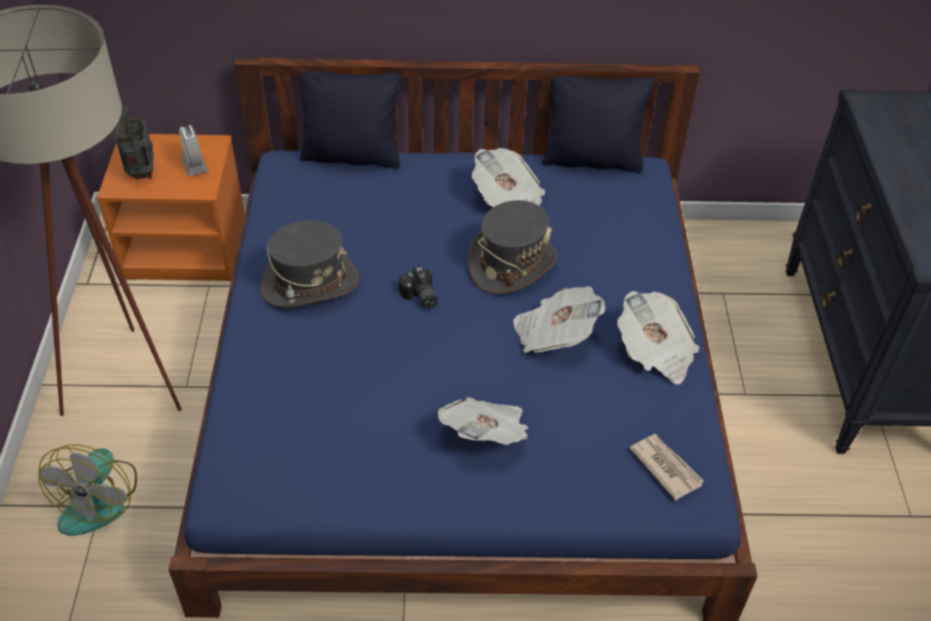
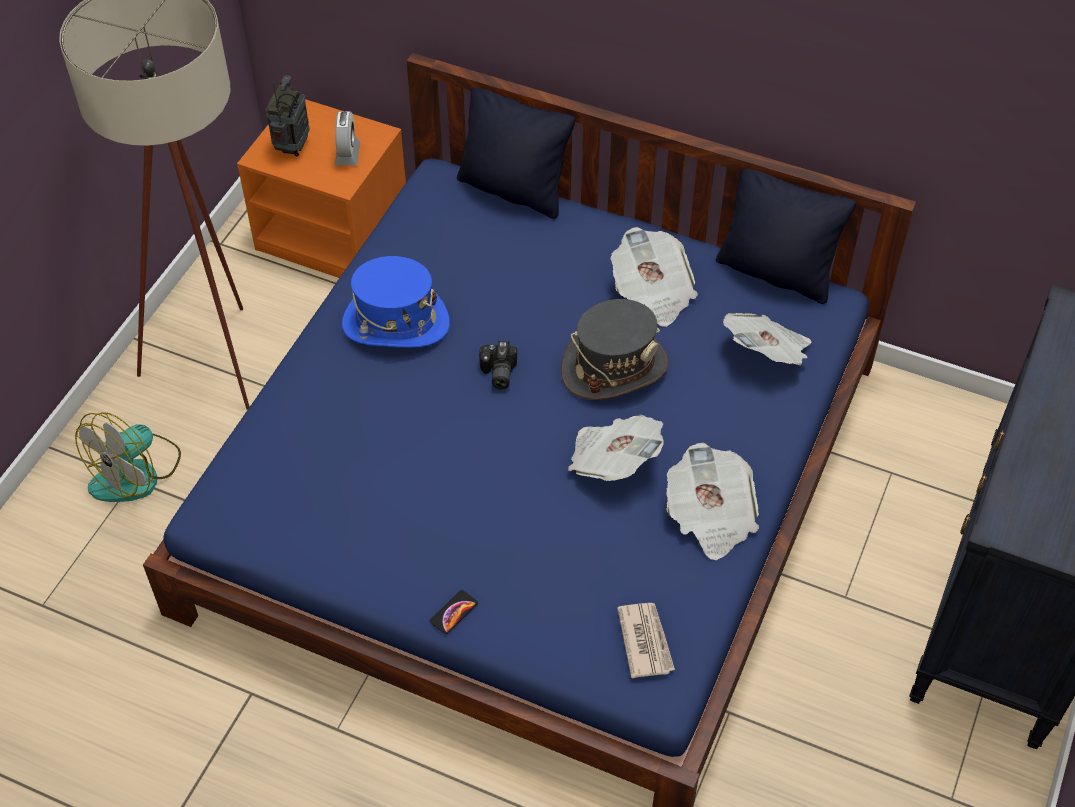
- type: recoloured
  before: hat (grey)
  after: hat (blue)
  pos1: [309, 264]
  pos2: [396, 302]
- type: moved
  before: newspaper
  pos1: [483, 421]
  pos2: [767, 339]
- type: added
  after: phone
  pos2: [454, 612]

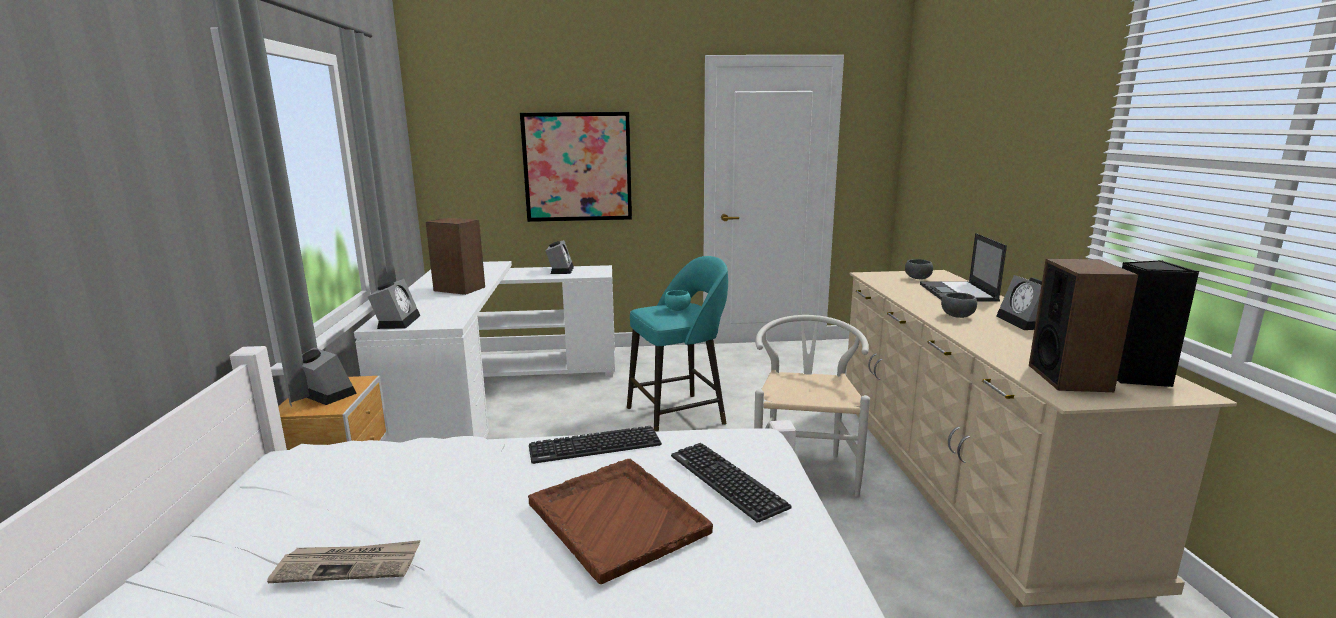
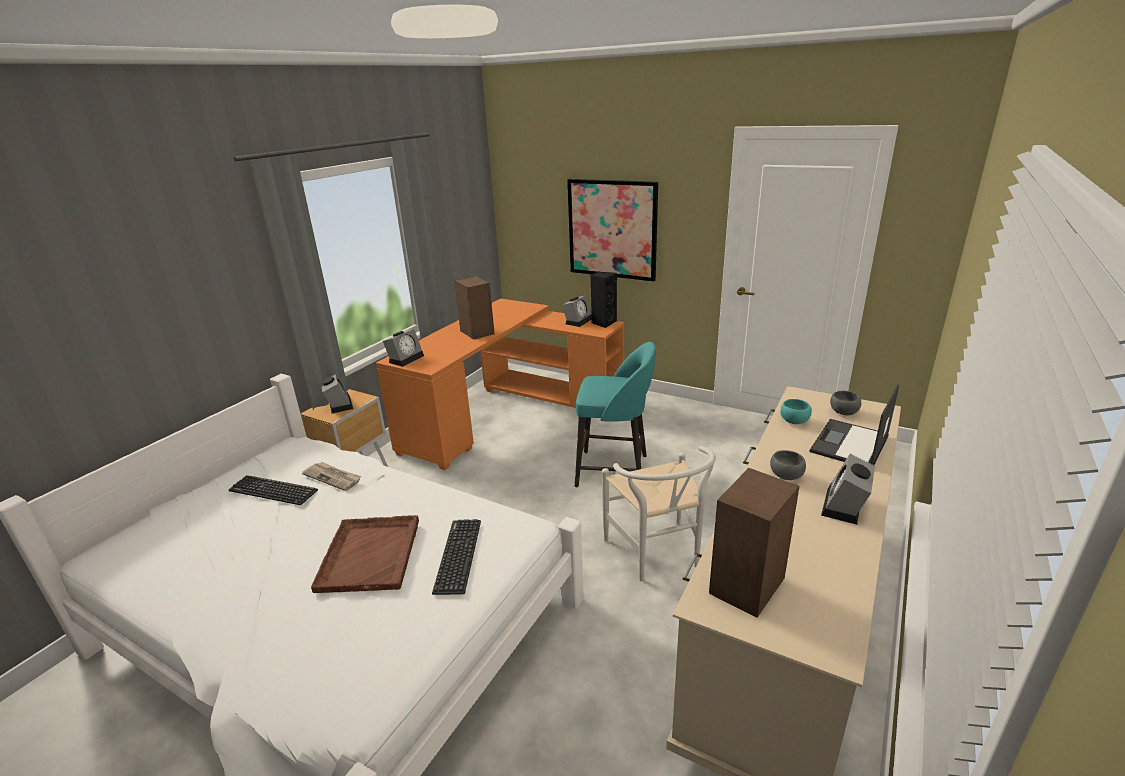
- type: moved
  before: newspaper
  pos1: [343, 561]
  pos2: [331, 476]
- type: recoloured
  before: desk (white)
  after: desk (orange)
  pos1: [484, 352]
  pos2: [500, 384]
- type: moved
  before: keyboard
  pos1: [595, 445]
  pos2: [273, 490]
- type: moved
  before: bowl (turquoise)
  pos1: [677, 300]
  pos2: [796, 411]
- type: turned
  before: chair (white)
  pos1: [812, 406]
  pos2: [659, 513]
  turn: 120
- type: moved
  before: speaker (black)
  pos1: [1158, 323]
  pos2: [604, 300]

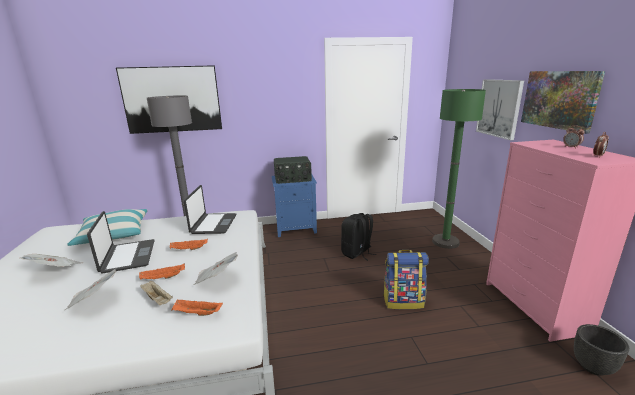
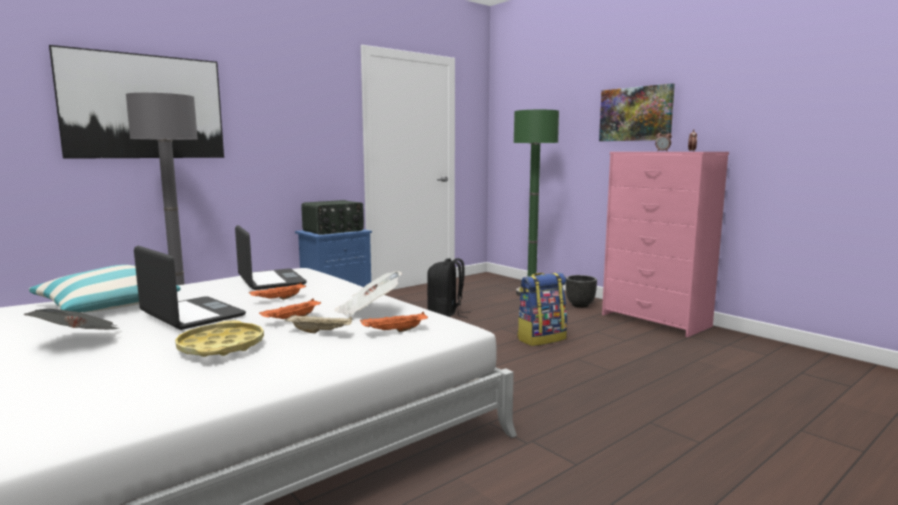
- type: replaced
  before: newspaper
  after: tray (yellow)
  pos1: [90, 289]
  pos2: [219, 338]
- type: removed
  before: picture
  pos1: [500, 109]
- type: moved
  before: planter (black)
  pos1: [601, 350]
  pos2: [581, 291]

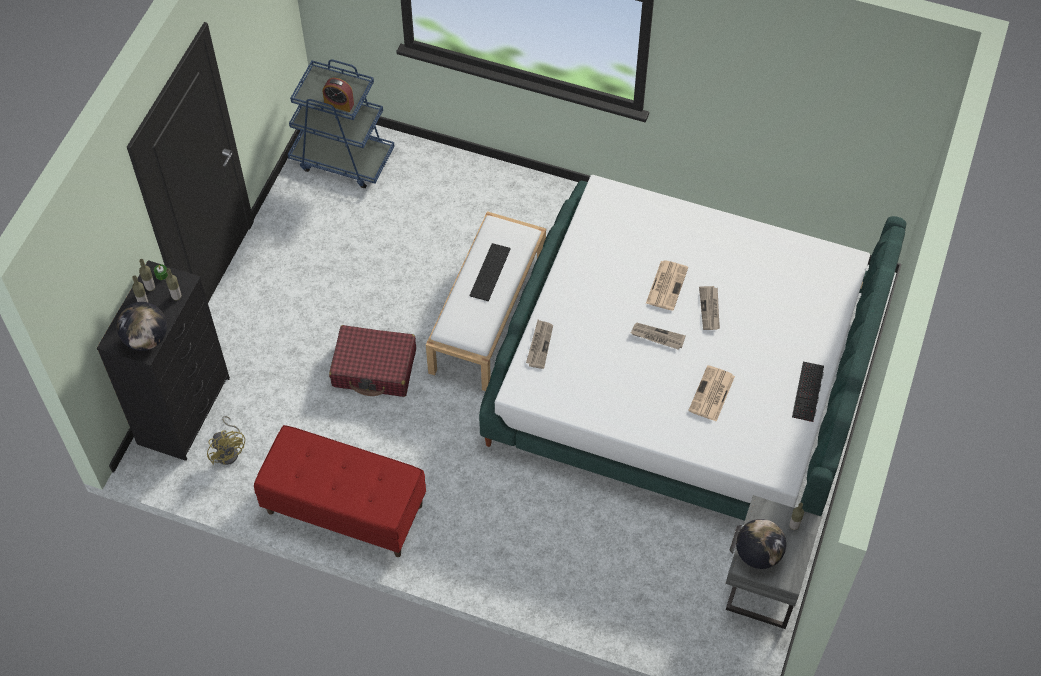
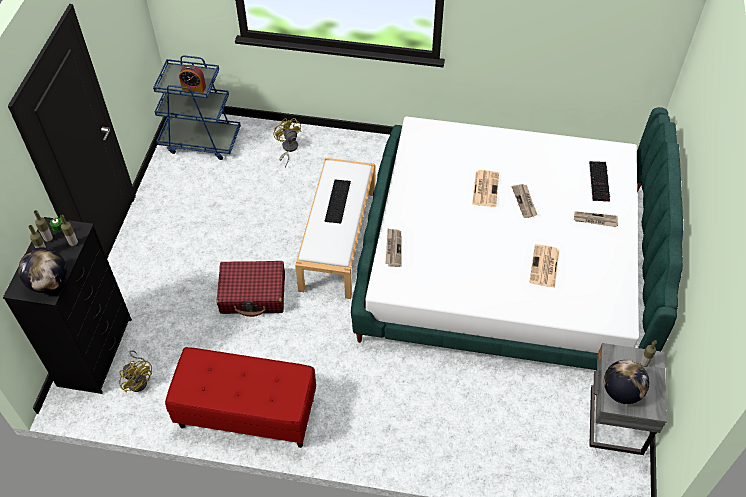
- type: moved
  before: newspaper
  pos1: [658, 336]
  pos2: [596, 219]
- type: moved
  before: keyboard
  pos1: [808, 392]
  pos2: [599, 181]
- type: added
  after: fan (yellow)
  pos2: [287, 143]

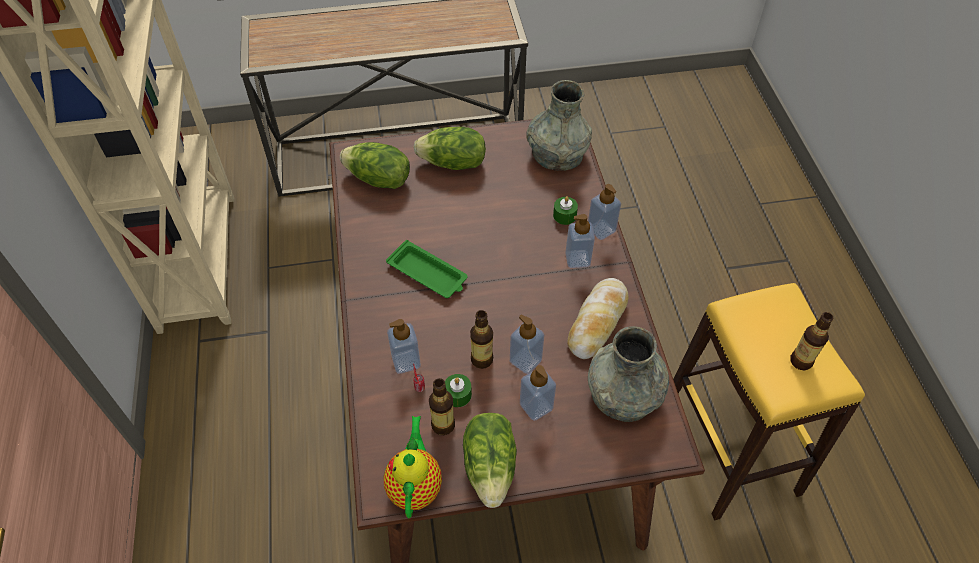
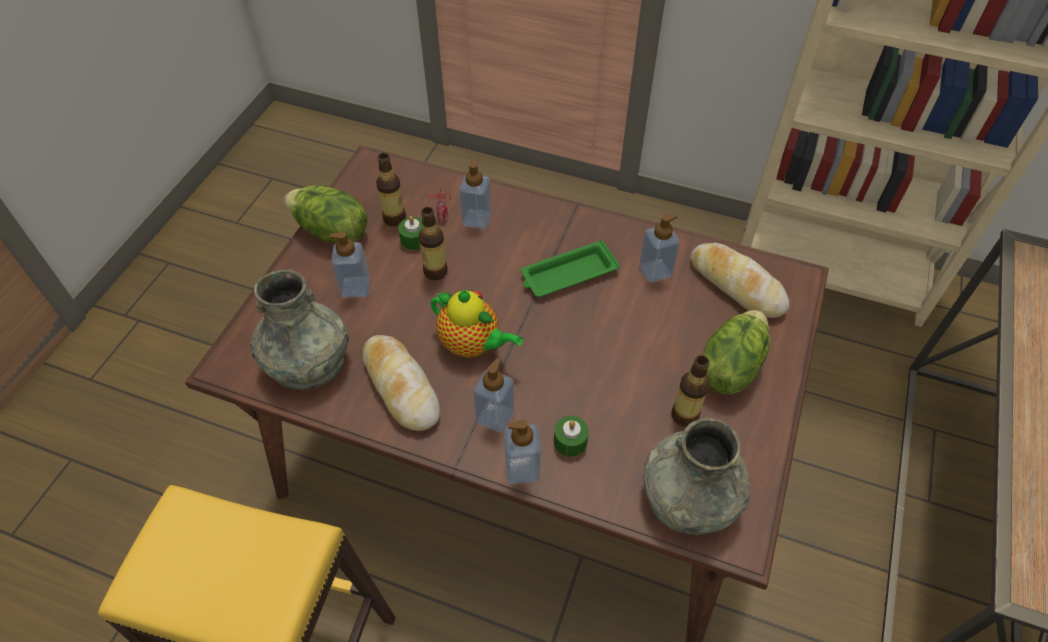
- type: replaced
  before: lettuce
  after: bread
  pos1: [375, 165]
  pos2: [739, 280]
- type: moved
  before: teapot
  pos1: [412, 467]
  pos2: [477, 323]
- type: moved
  before: soap dispenser
  pos1: [527, 344]
  pos2: [659, 248]
- type: moved
  before: bottle
  pos1: [811, 341]
  pos2: [690, 391]

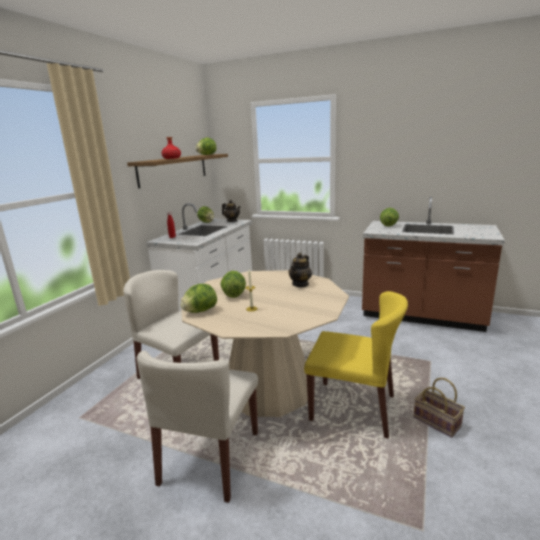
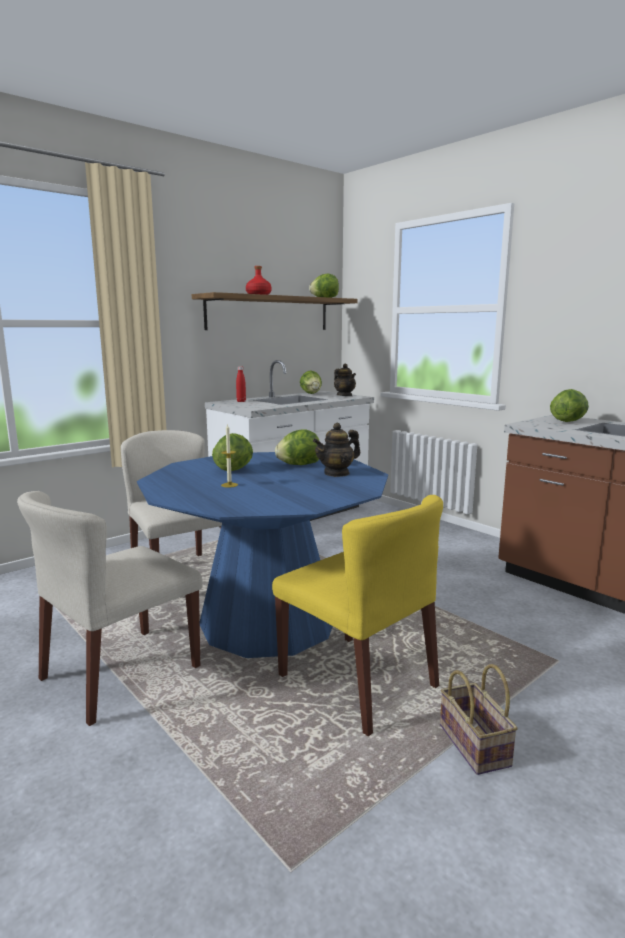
- type: recoloured
  before: dining table (beige)
  after: dining table (blue)
  pos1: [265, 343]
  pos2: [262, 555]
- type: moved
  before: lettuce
  pos1: [199, 298]
  pos2: [297, 447]

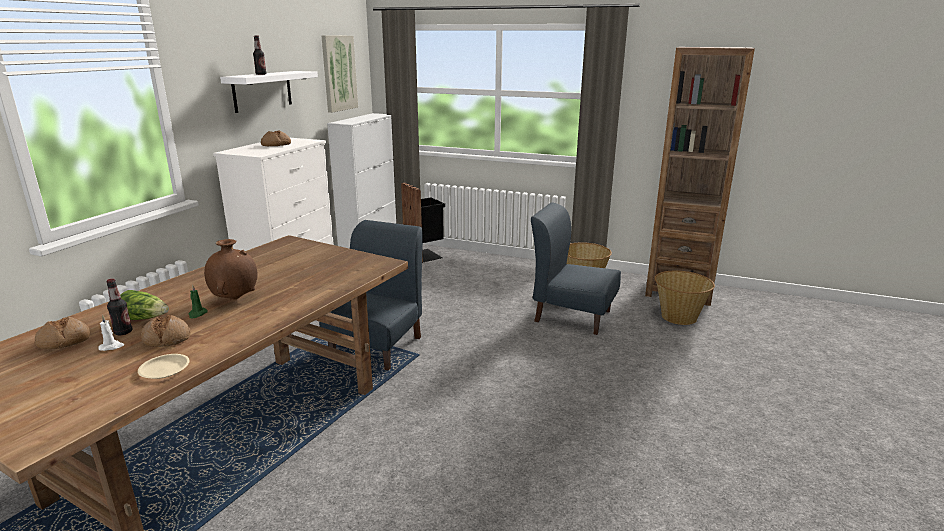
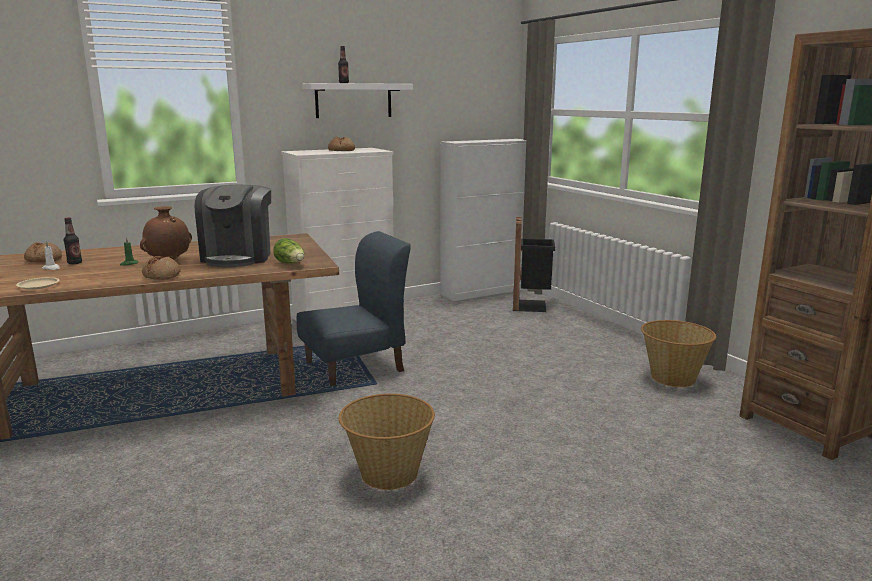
- type: moved
  before: lettuce
  pos1: [144, 305]
  pos2: [288, 250]
- type: moved
  before: bread
  pos1: [165, 331]
  pos2: [161, 268]
- type: removed
  before: picture
  pos1: [340, 74]
- type: removed
  before: chair (blue)
  pos1: [576, 268]
- type: moved
  before: basket
  pos1: [685, 298]
  pos2: [387, 442]
- type: added
  after: coffee machine
  pos2: [233, 226]

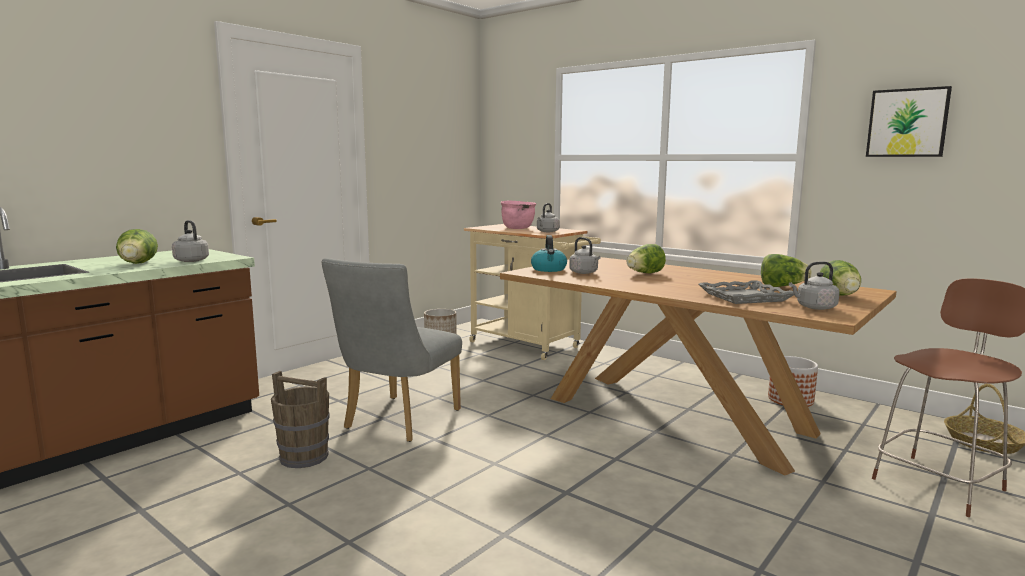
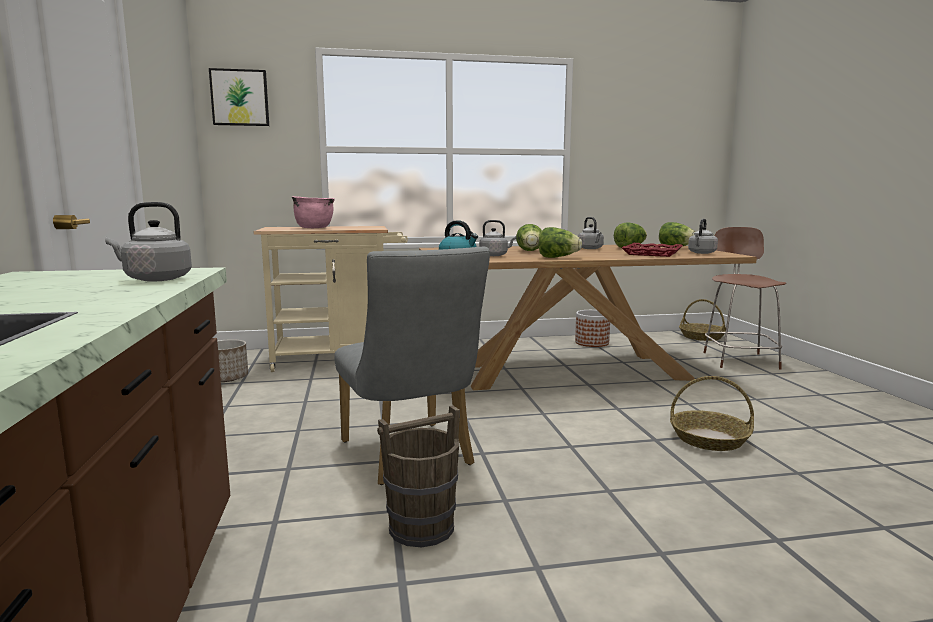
- type: moved
  before: lettuce
  pos1: [137, 246]
  pos2: [560, 242]
- type: moved
  before: kettle (grey)
  pos1: [548, 217]
  pos2: [591, 233]
- type: recoloured
  before: tray (grey)
  after: tray (red)
  pos1: [746, 292]
  pos2: [652, 250]
- type: moved
  before: picture
  pos1: [909, 121]
  pos2: [239, 97]
- type: added
  after: basket
  pos2: [712, 413]

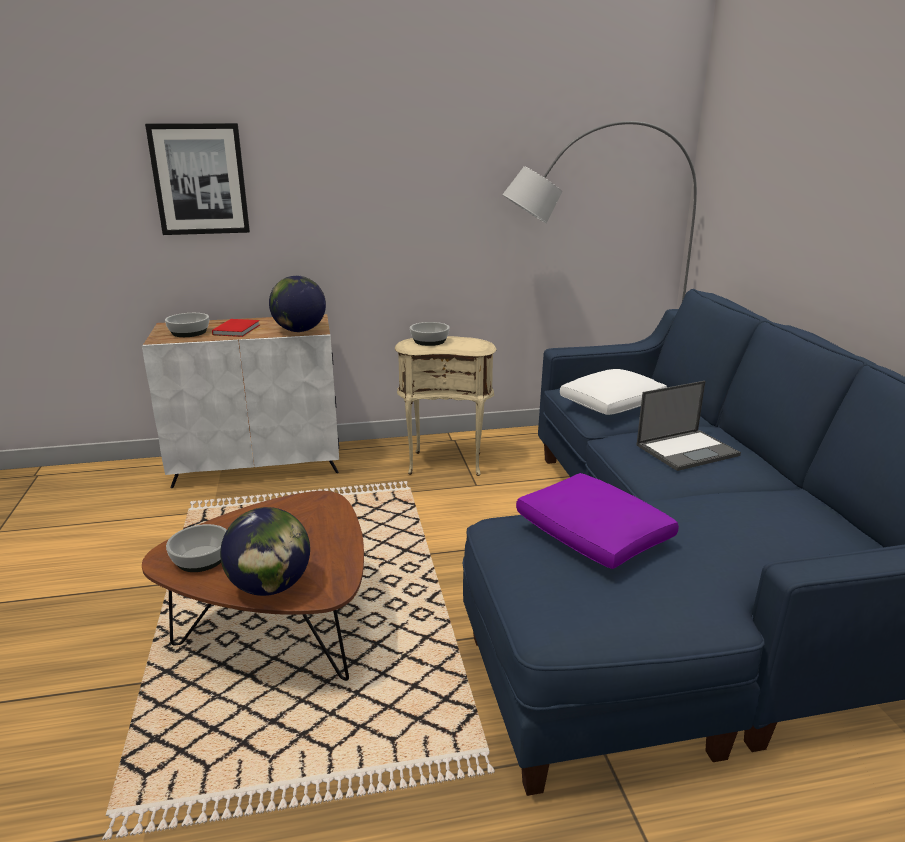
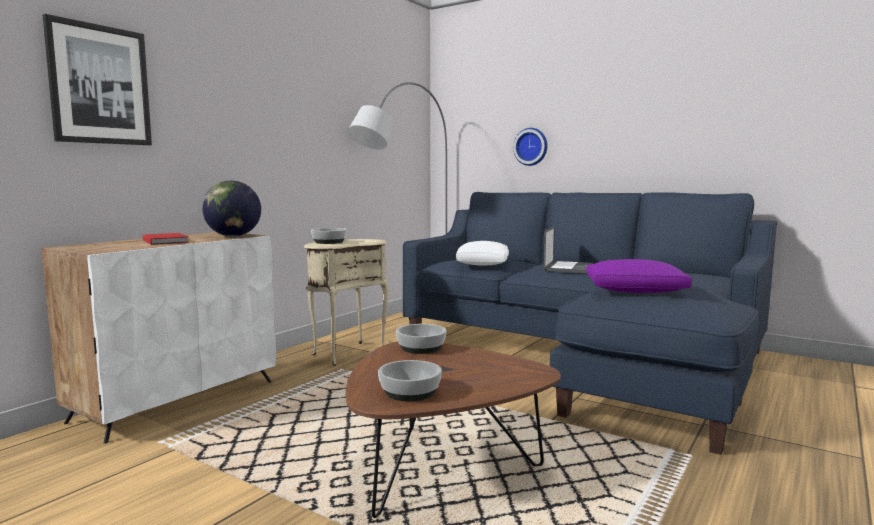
- type: moved
  before: bowl
  pos1: [187, 325]
  pos2: [421, 339]
- type: removed
  before: globe
  pos1: [265, 551]
- type: added
  after: wall clock
  pos2: [530, 147]

